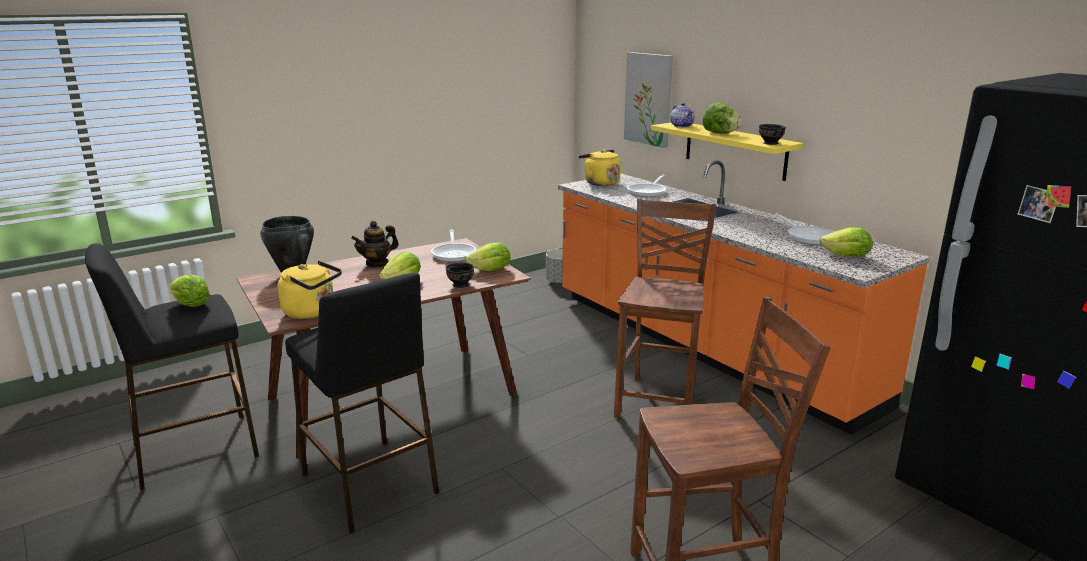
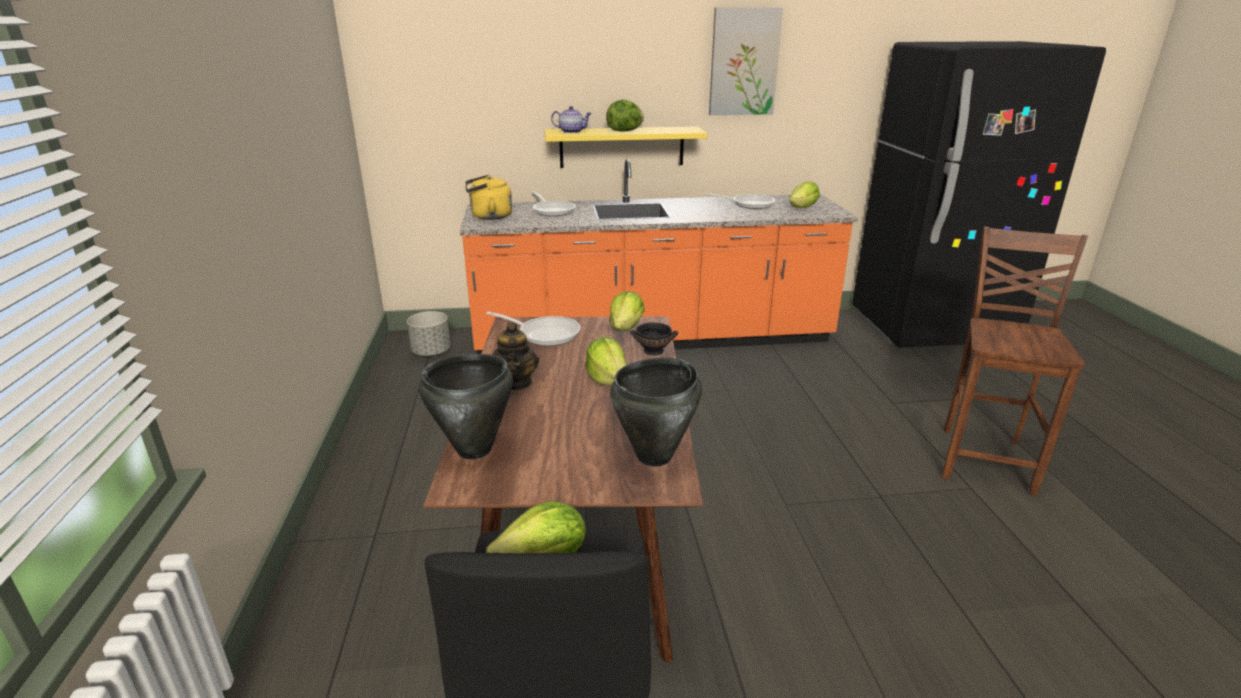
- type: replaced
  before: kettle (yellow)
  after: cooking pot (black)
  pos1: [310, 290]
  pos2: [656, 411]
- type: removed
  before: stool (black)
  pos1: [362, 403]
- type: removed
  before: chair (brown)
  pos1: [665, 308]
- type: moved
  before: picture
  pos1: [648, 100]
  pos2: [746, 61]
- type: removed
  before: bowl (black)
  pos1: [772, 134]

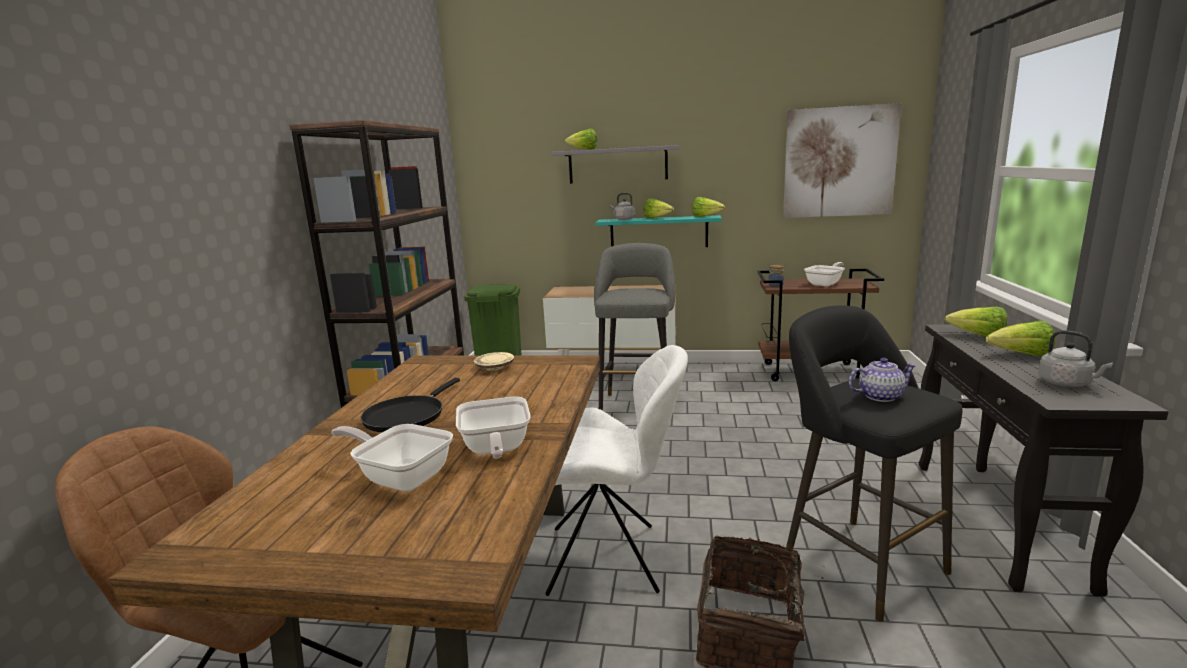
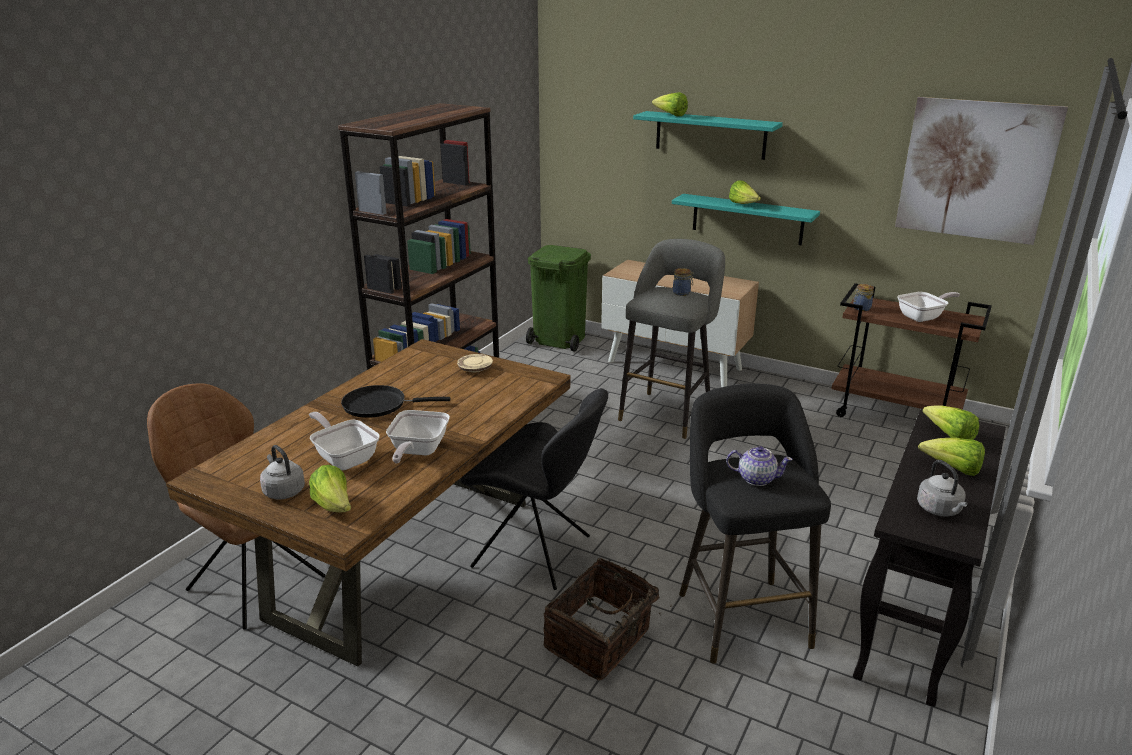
- type: turned
  before: frying pan (black)
  pos1: [410, 405]
  pos2: [395, 401]
  turn: 45
- type: recoloured
  before: chair (white)
  after: chair (black)
  pos1: [616, 470]
  pos2: [534, 489]
- type: recoloured
  before: shelf (grey)
  after: shelf (turquoise)
  pos1: [616, 164]
  pos2: [708, 135]
- type: moved
  before: kettle (grey)
  pos1: [622, 206]
  pos2: [282, 472]
- type: moved
  before: lettuce
  pos1: [708, 207]
  pos2: [330, 488]
- type: added
  after: jar
  pos2: [683, 282]

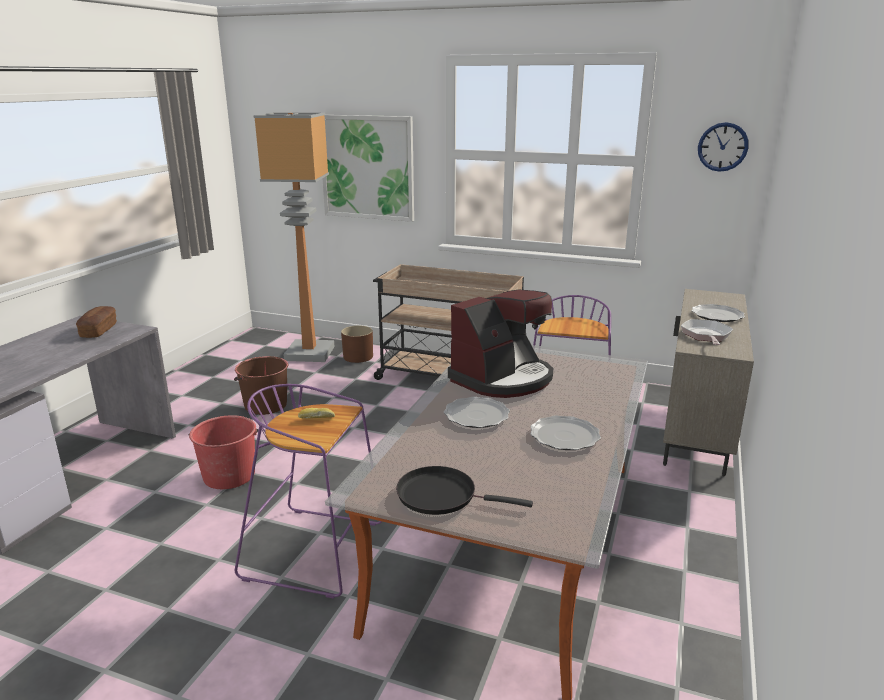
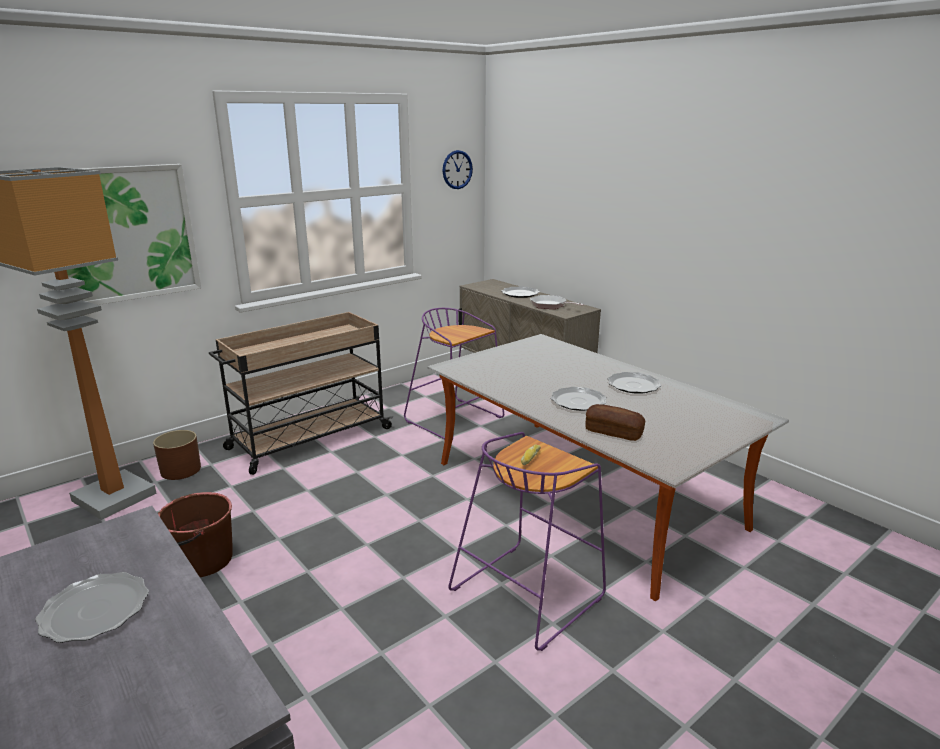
- type: moved
  before: bread
  pos1: [96, 322]
  pos2: [616, 422]
- type: removed
  before: bucket (red)
  pos1: [224, 452]
- type: removed
  before: frying pan (black)
  pos1: [464, 490]
- type: removed
  before: coffee machine
  pos1: [500, 343]
- type: added
  after: plate
  pos2: [92, 607]

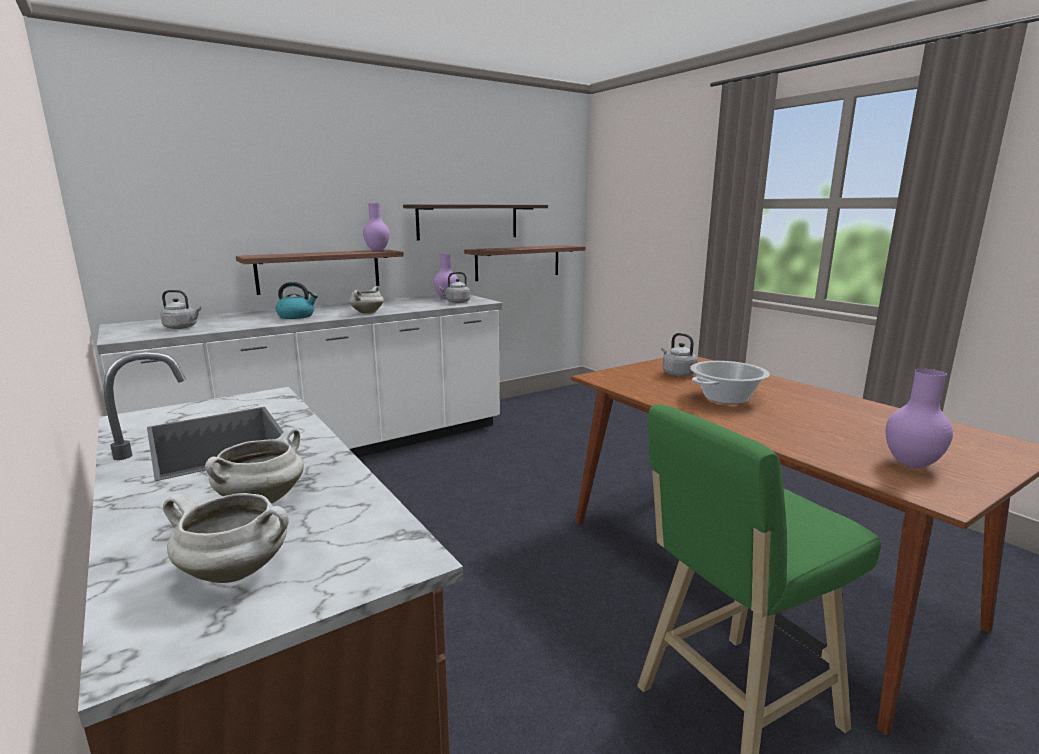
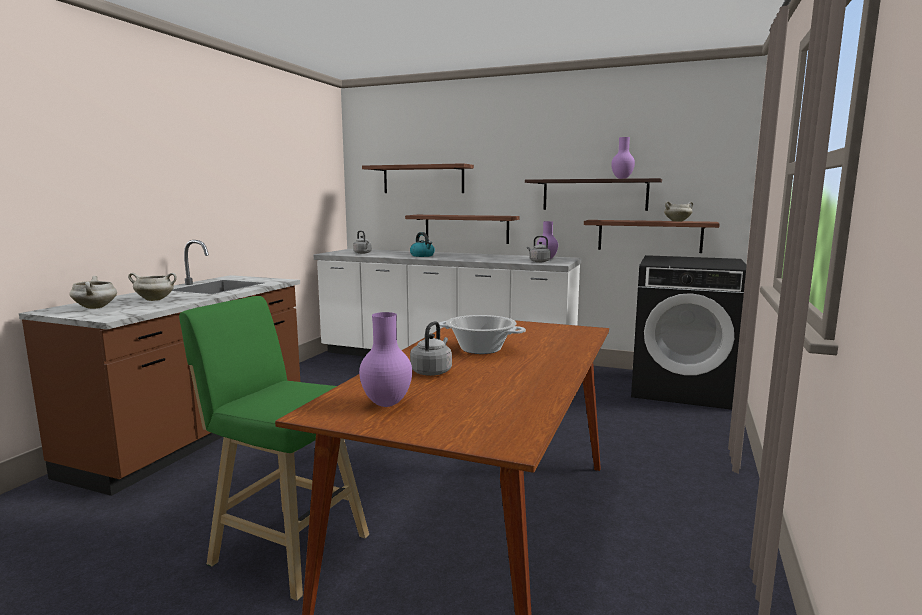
- type: moved
  before: cooking pot (white)
  pos1: [366, 300]
  pos2: [678, 211]
- type: moved
  before: vase (purple)
  pos1: [376, 227]
  pos2: [623, 158]
- type: moved
  before: kettle (grey)
  pos1: [679, 355]
  pos2: [431, 348]
- type: added
  after: shelf
  pos2: [418, 178]
- type: added
  after: washing machine (black)
  pos2: [689, 332]

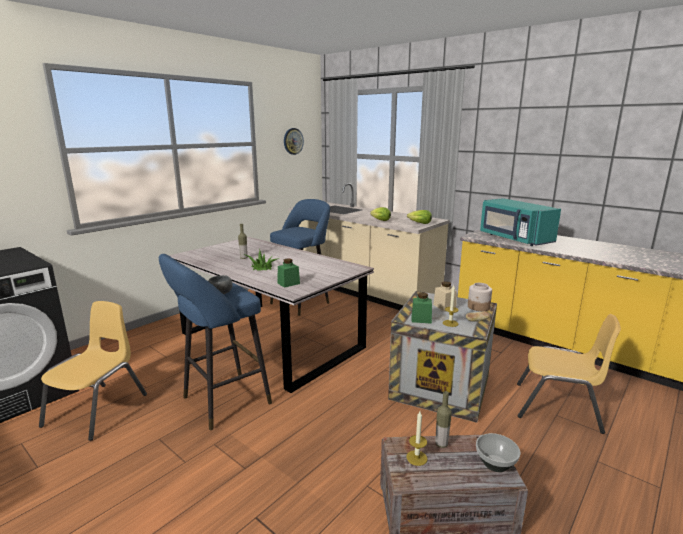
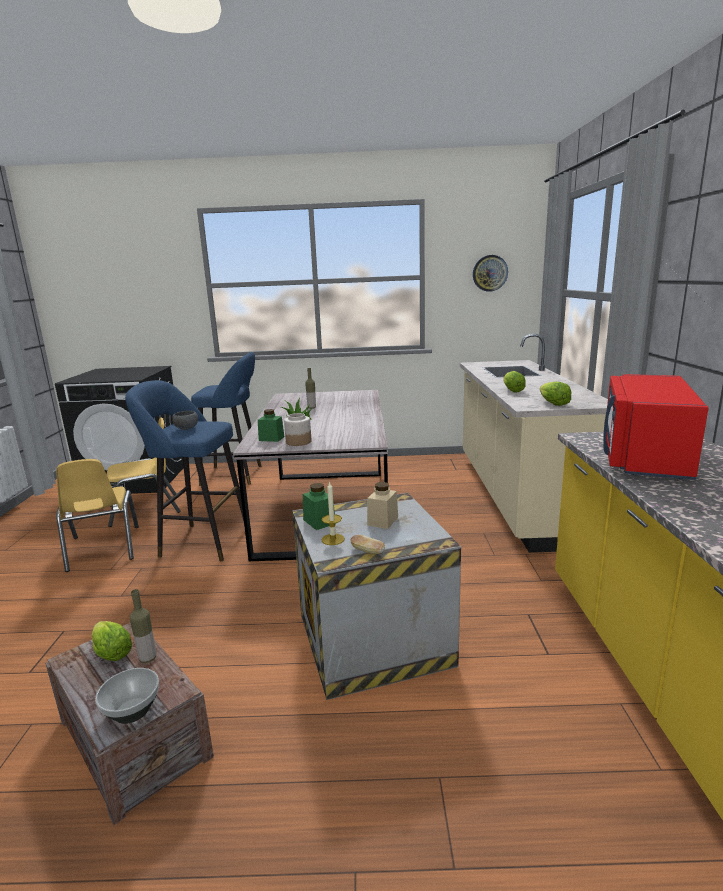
- type: moved
  before: stool (blue)
  pos1: [300, 257]
  pos2: [226, 419]
- type: replaced
  before: candle
  after: lettuce
  pos1: [417, 439]
  pos2: [111, 641]
- type: moved
  before: jar
  pos1: [480, 297]
  pos2: [298, 429]
- type: recoloured
  before: microwave (turquoise)
  after: microwave (red)
  pos1: [520, 222]
  pos2: [656, 427]
- type: moved
  before: chair (yellow)
  pos1: [569, 374]
  pos2: [97, 515]

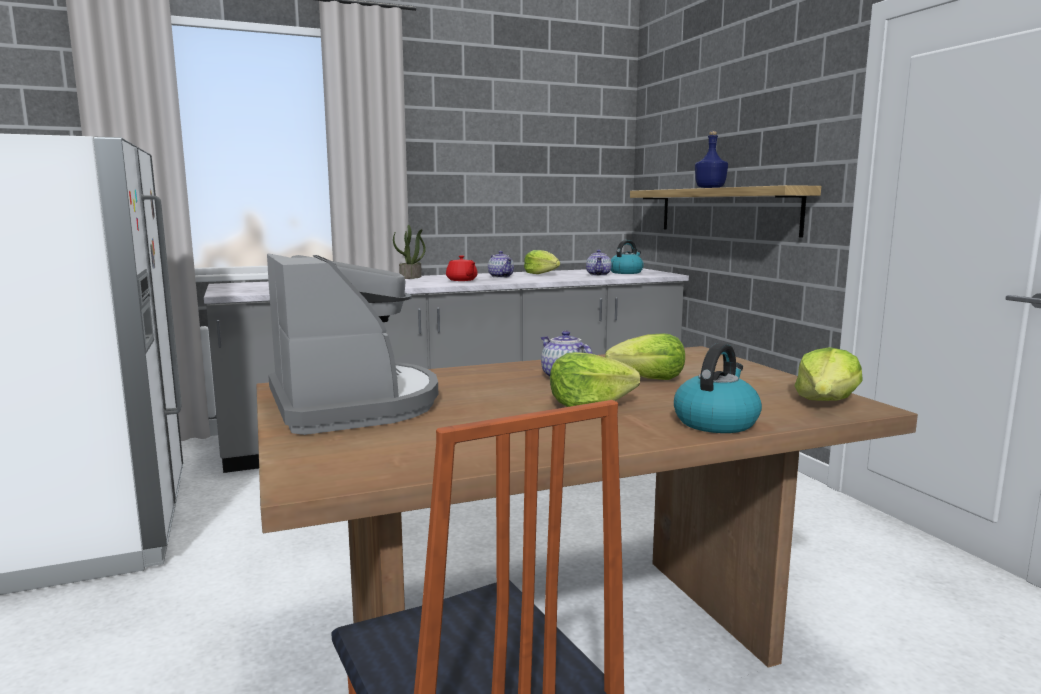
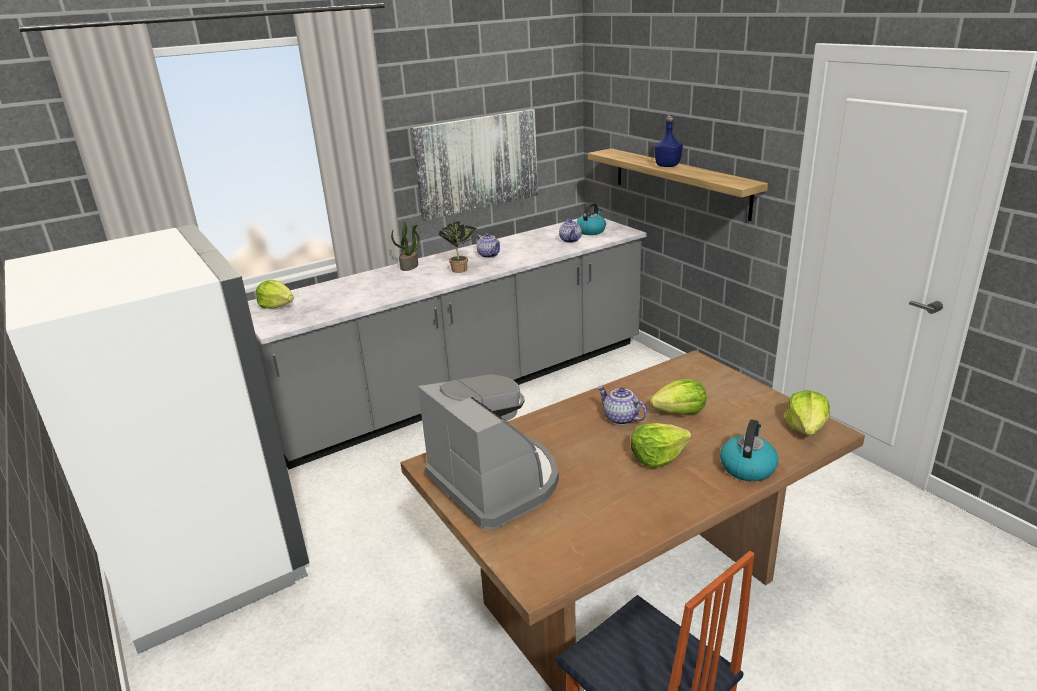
- type: replaced
  before: teapot (red)
  after: potted plant
  pos1: [462, 268]
  pos2: [458, 247]
- type: moved
  before: lettuce
  pos1: [542, 262]
  pos2: [275, 294]
- type: added
  after: picture
  pos2: [475, 165]

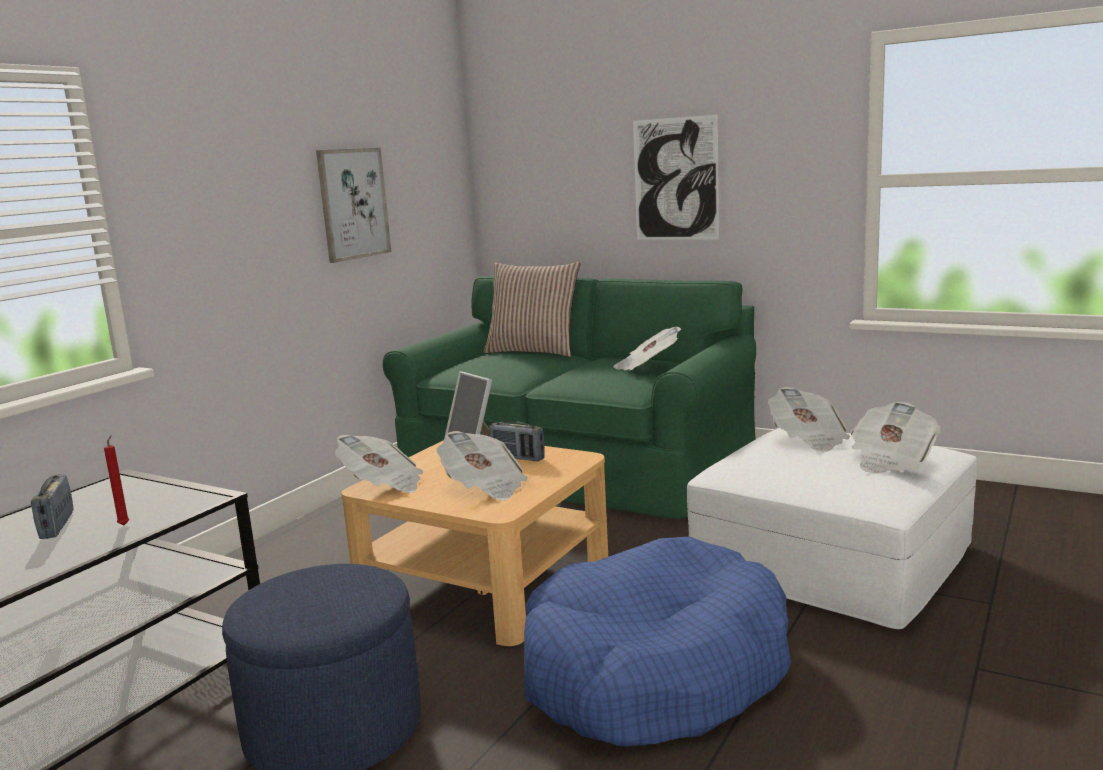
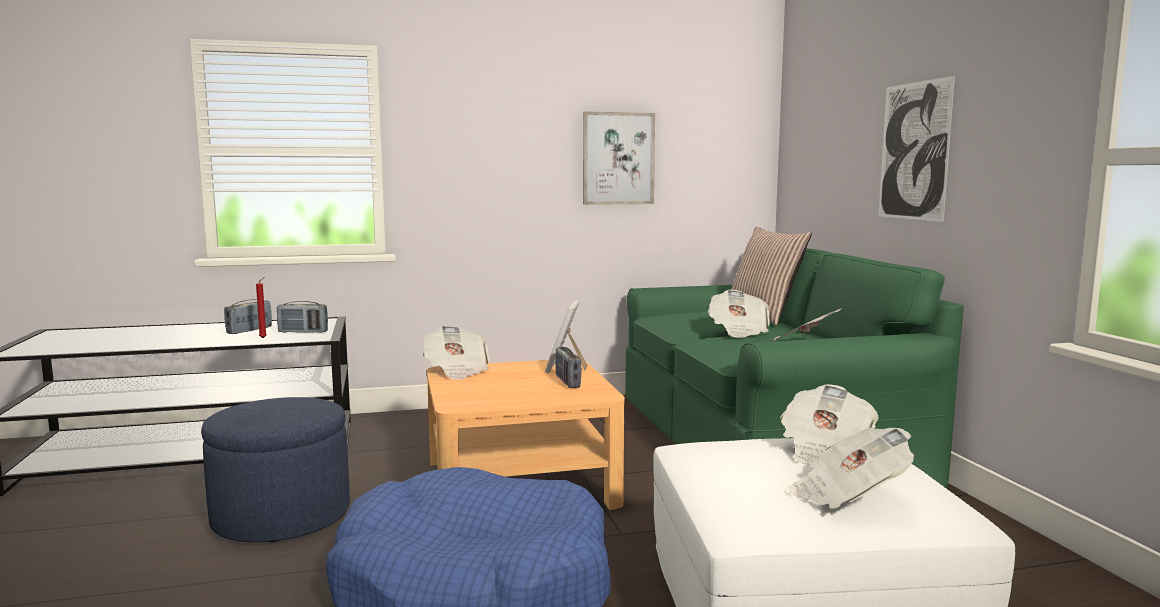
- type: moved
  before: newspaper
  pos1: [482, 466]
  pos2: [739, 313]
- type: added
  after: radio
  pos2: [302, 317]

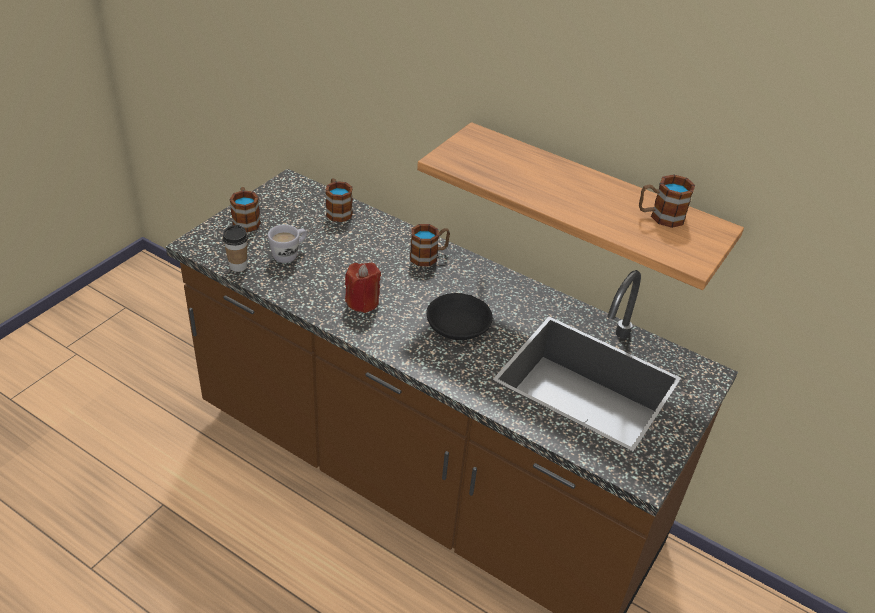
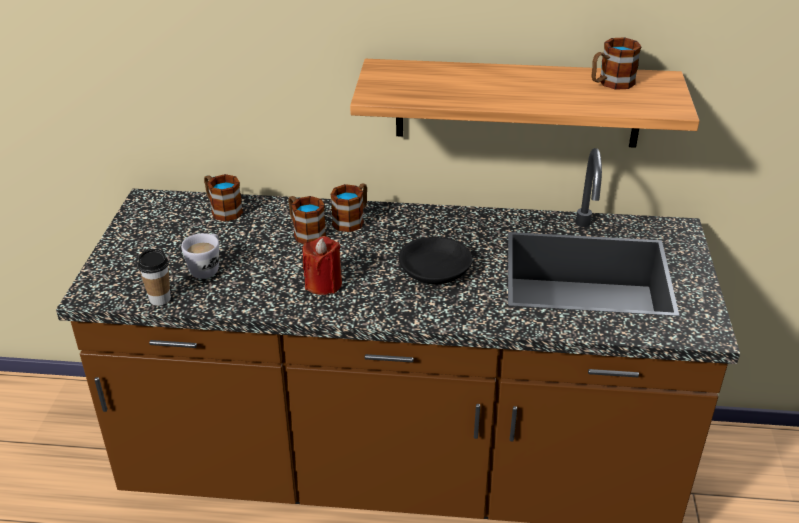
- type: moved
  before: mug
  pos1: [245, 209]
  pos2: [307, 220]

